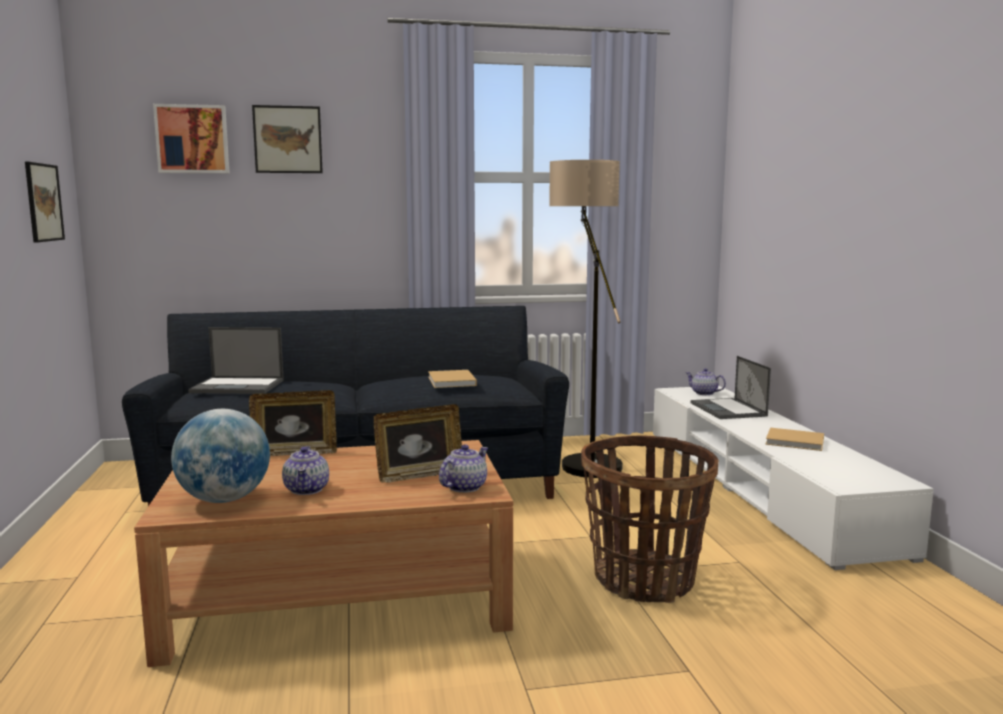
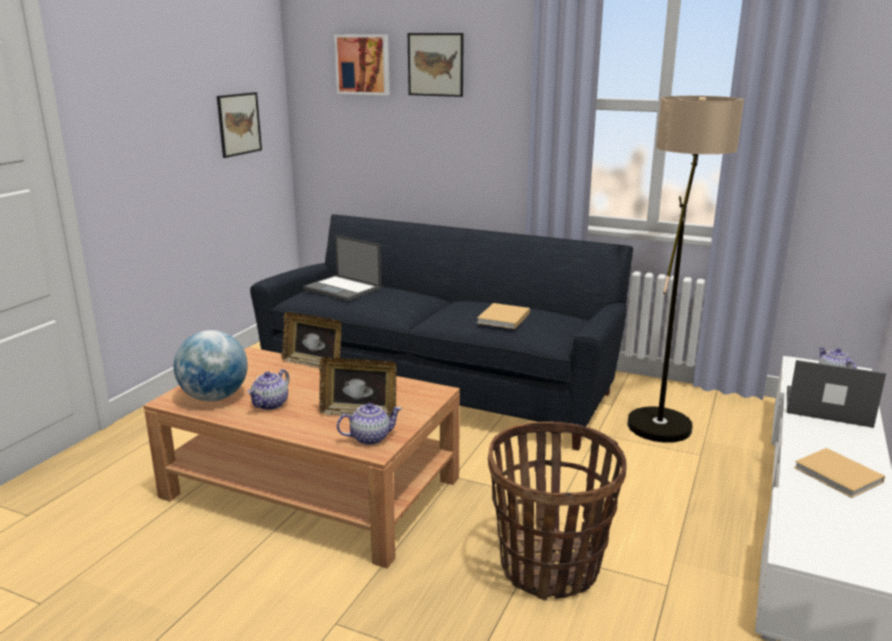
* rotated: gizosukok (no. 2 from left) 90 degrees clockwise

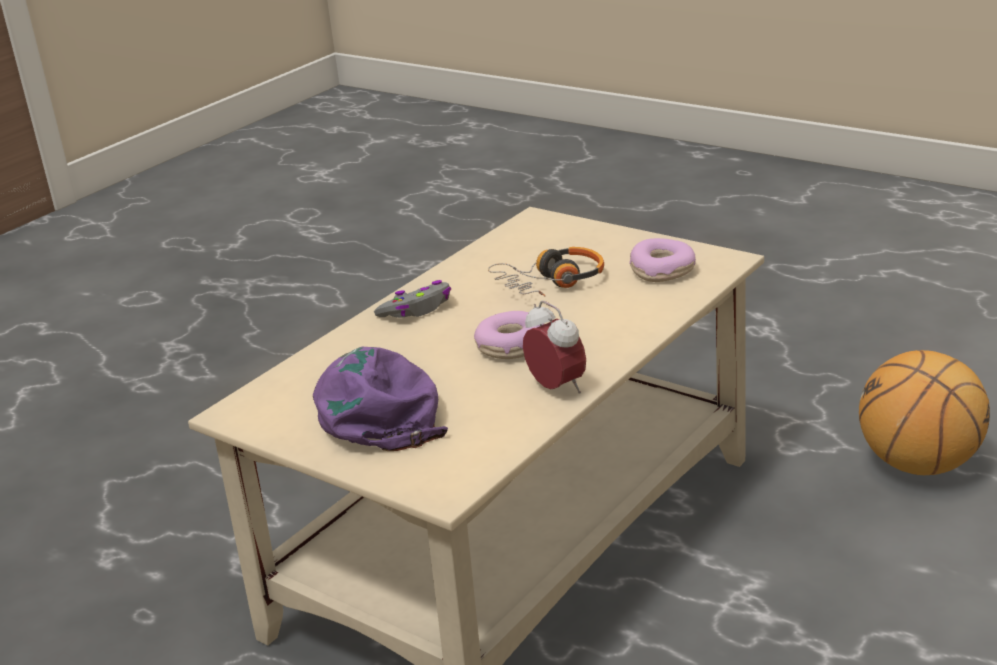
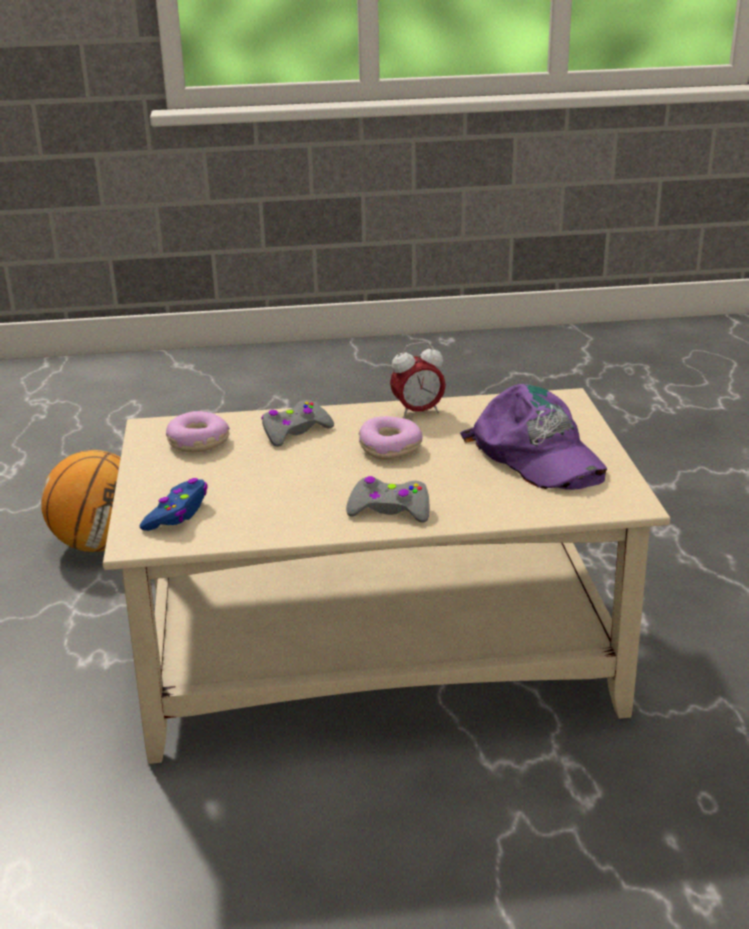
* gone: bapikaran
* rotated: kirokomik 120 degrees counterclockwise
* rotated: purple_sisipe 60 degrees counterclockwise
* new: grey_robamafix (no. 1 from left)
* new: blue_robamafix

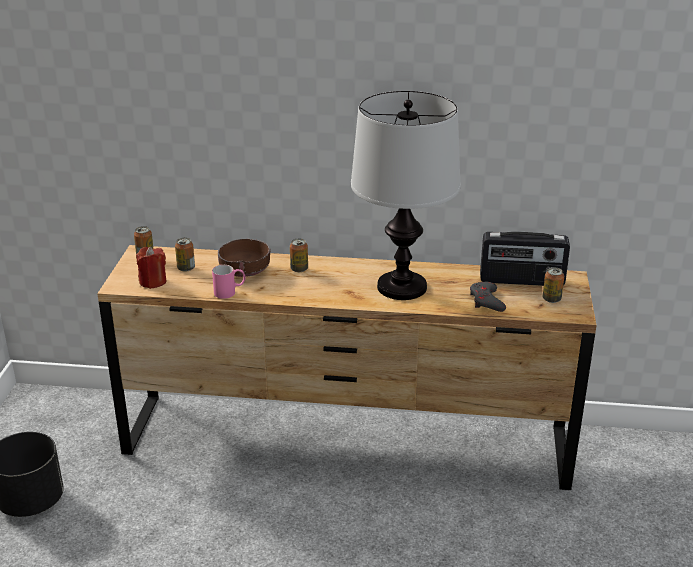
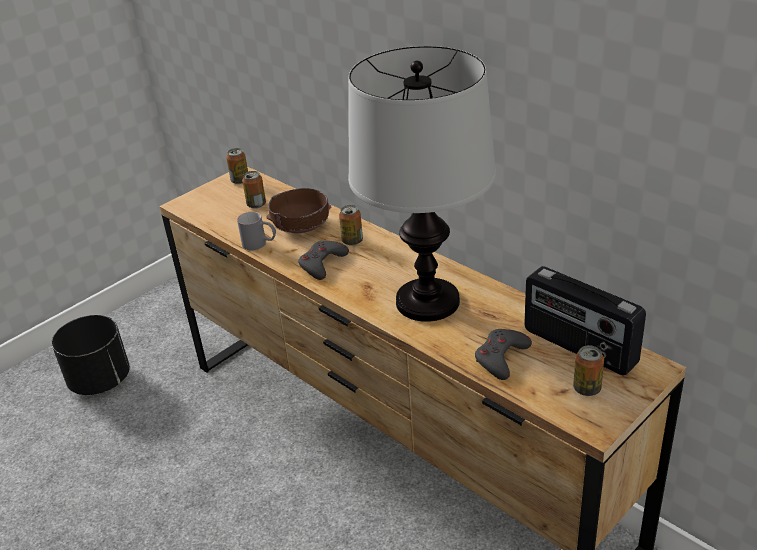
* gone: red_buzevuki
* repainted: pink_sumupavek to grey_sumupavek
* new: grey_robamafix (no. 1 from left)

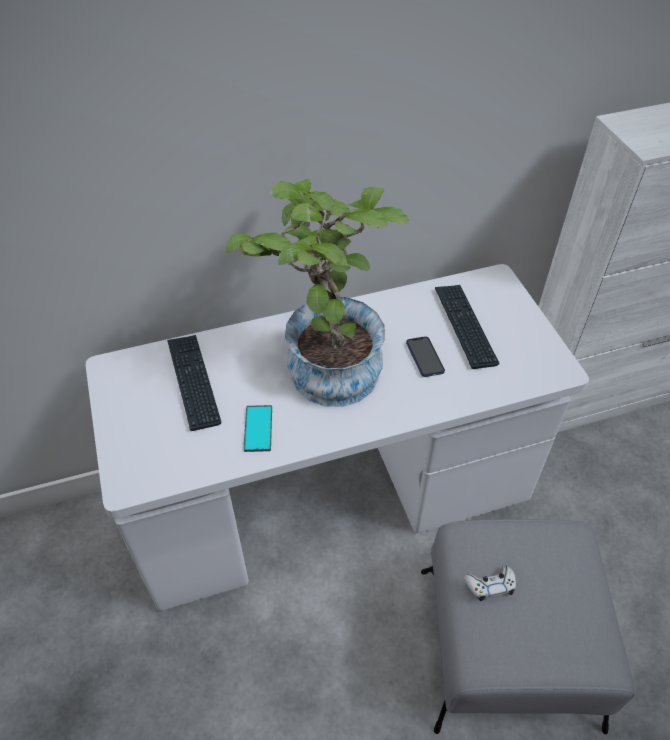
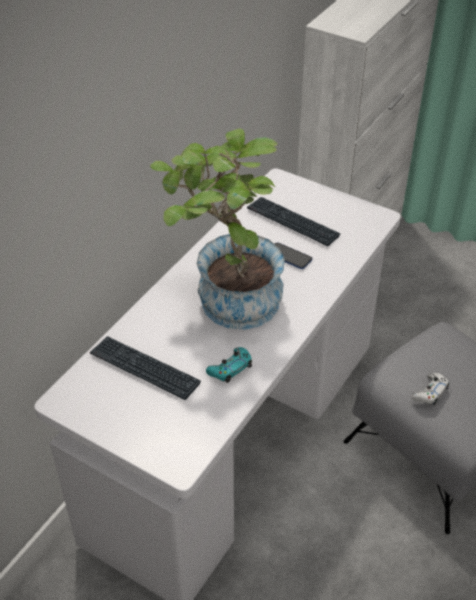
* swapped: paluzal (no. 1 from left) to turquoise_robamafix

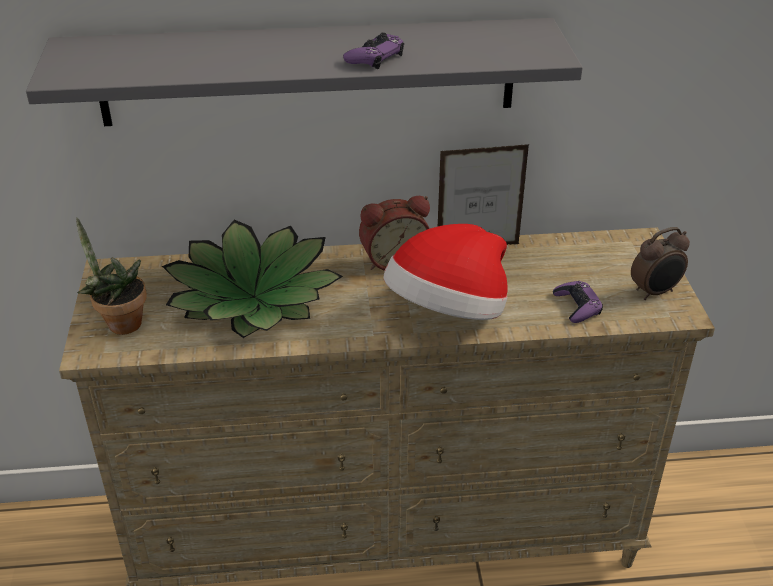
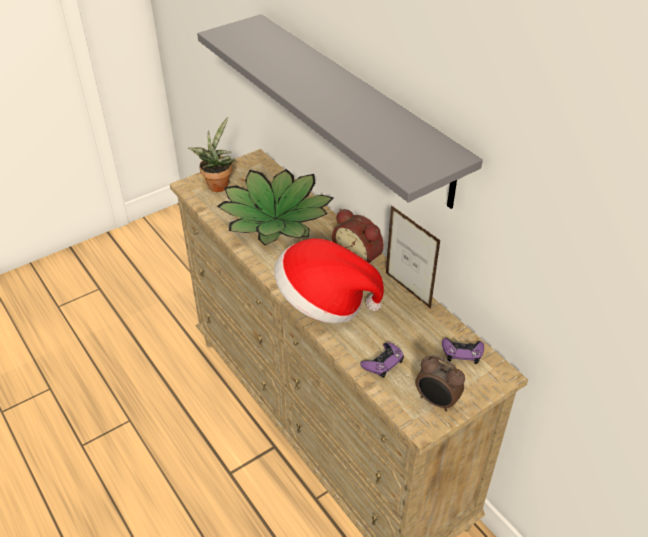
* shifted: purple_robamafix (no. 1 from left in the first image) to purple_robamafix (no. 2 from left)

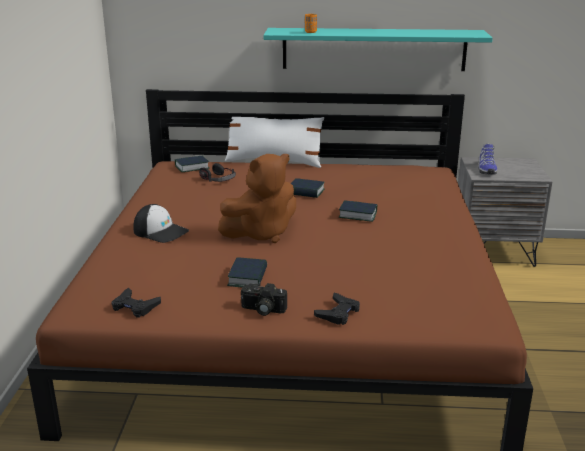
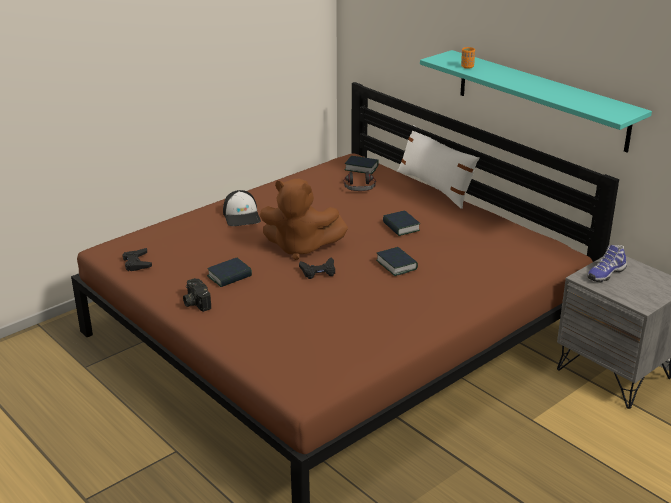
* shifted: black_robamafix (no. 2 from left)

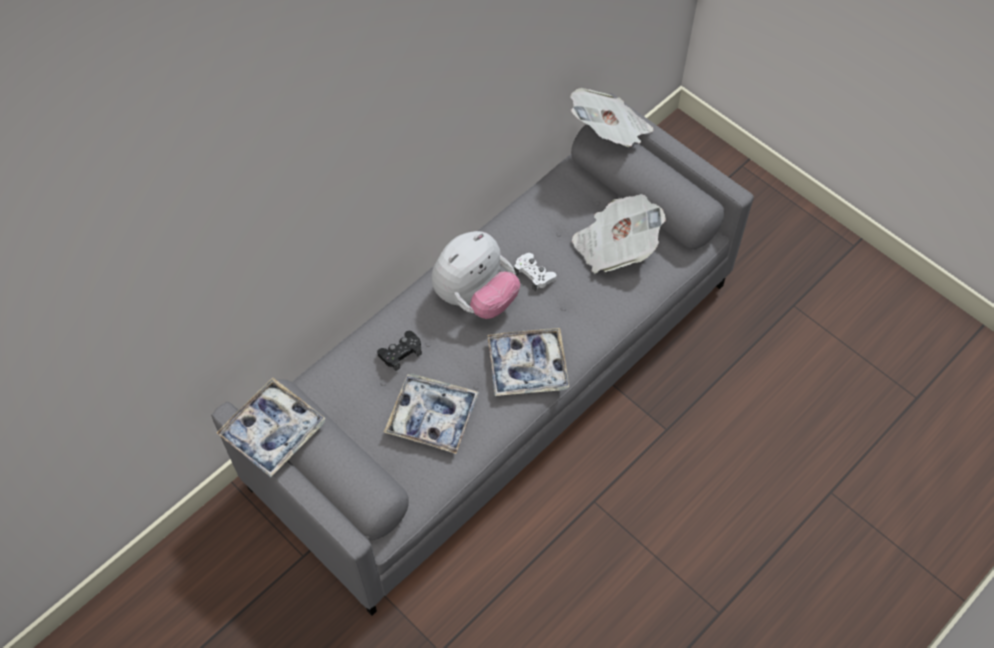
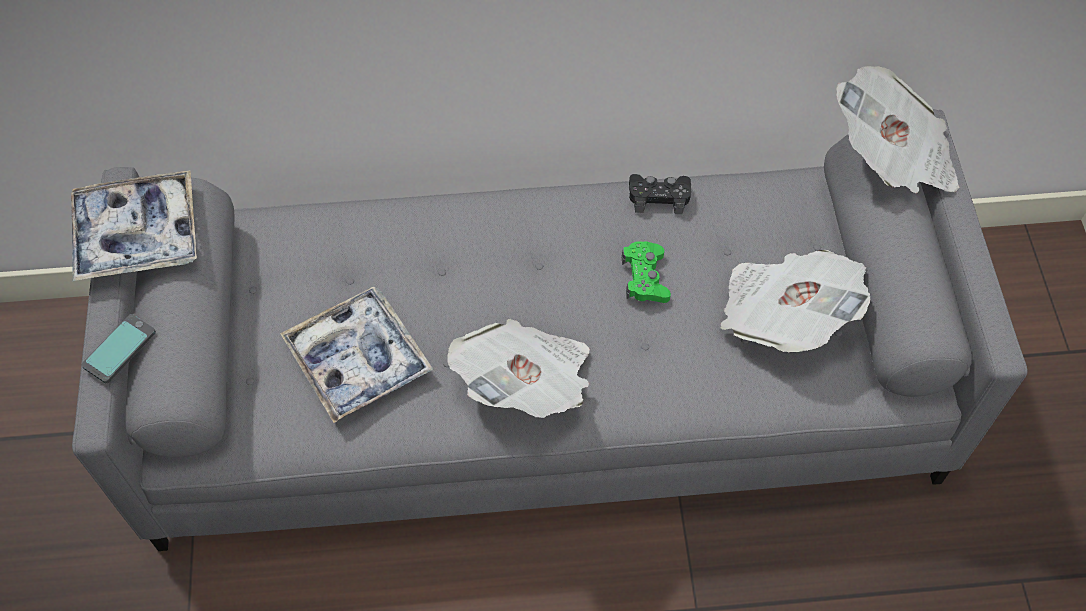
* gone: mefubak
* repainted: white_robamafix to green_robamafix
* swapped: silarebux (no. 3 from left) to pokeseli (no. 1 from left)
* shifted: black_robamafix
* new: paluzal

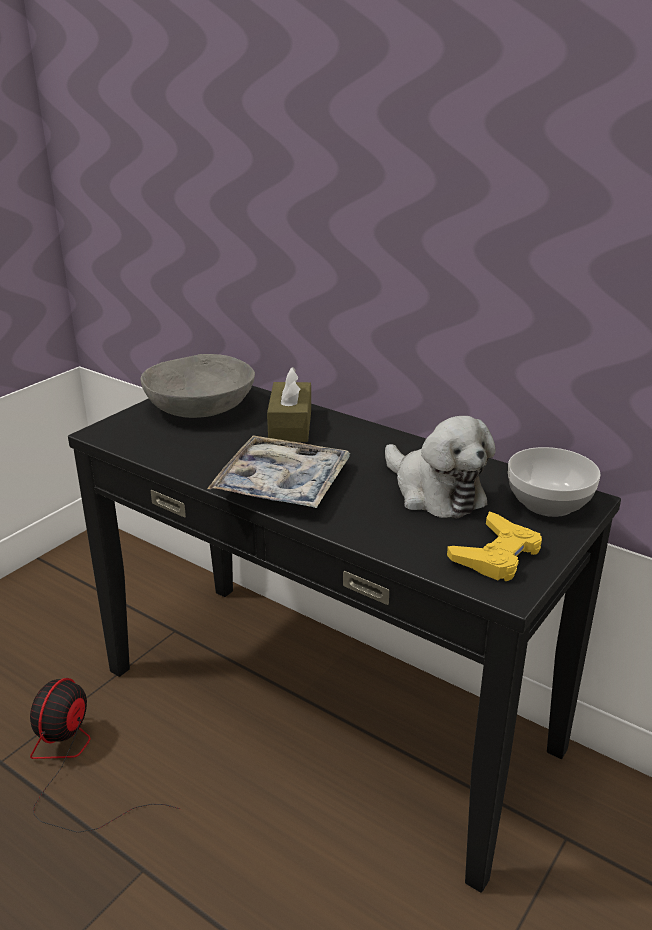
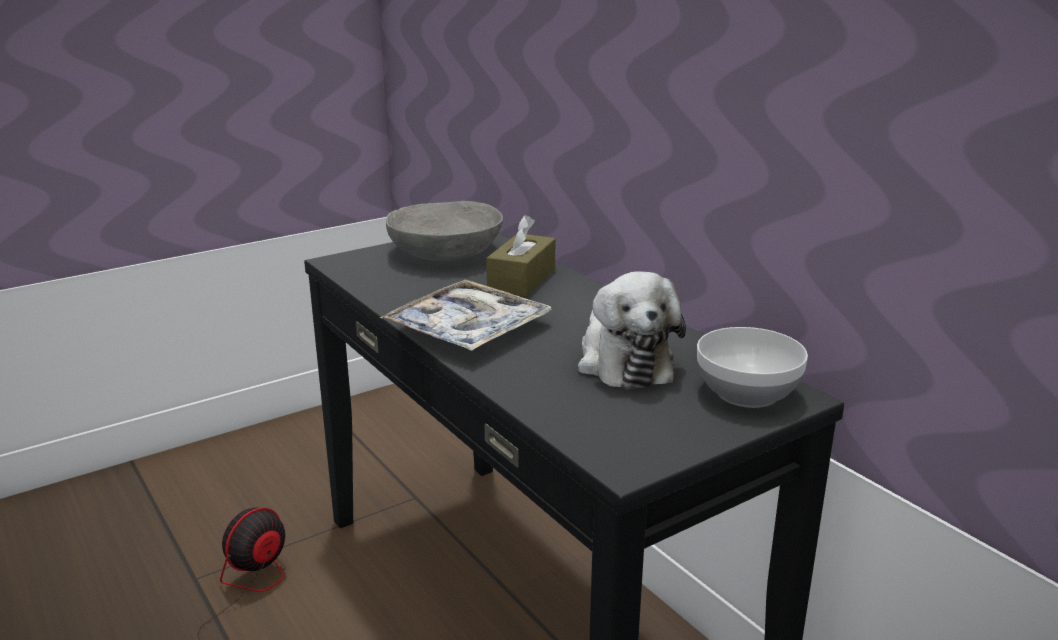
* gone: yellow_robamafix

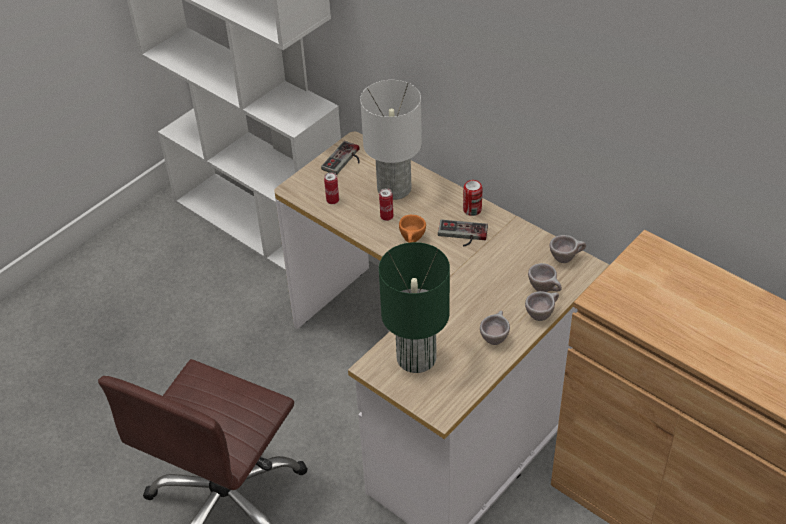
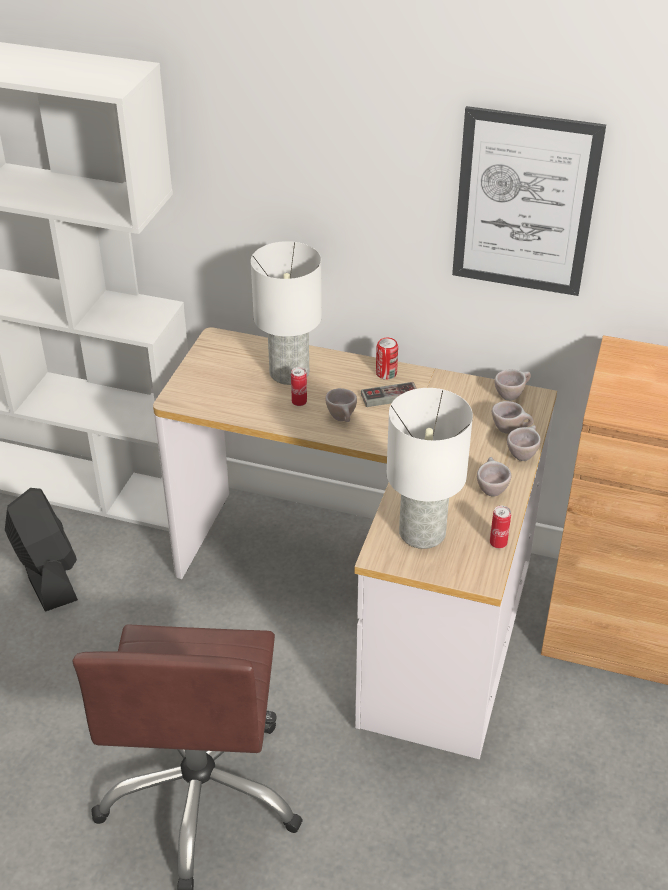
* gone: robamafix (no. 1 from left)
* shifted: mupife (no. 1 from left in the first image) to mupife (no. 3 from left)
* repainted: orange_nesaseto to beige_nesaseto (no. 1 from left)
* repainted: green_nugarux to white_nugarux (no. 2 from left)
* new: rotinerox
* new: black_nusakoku

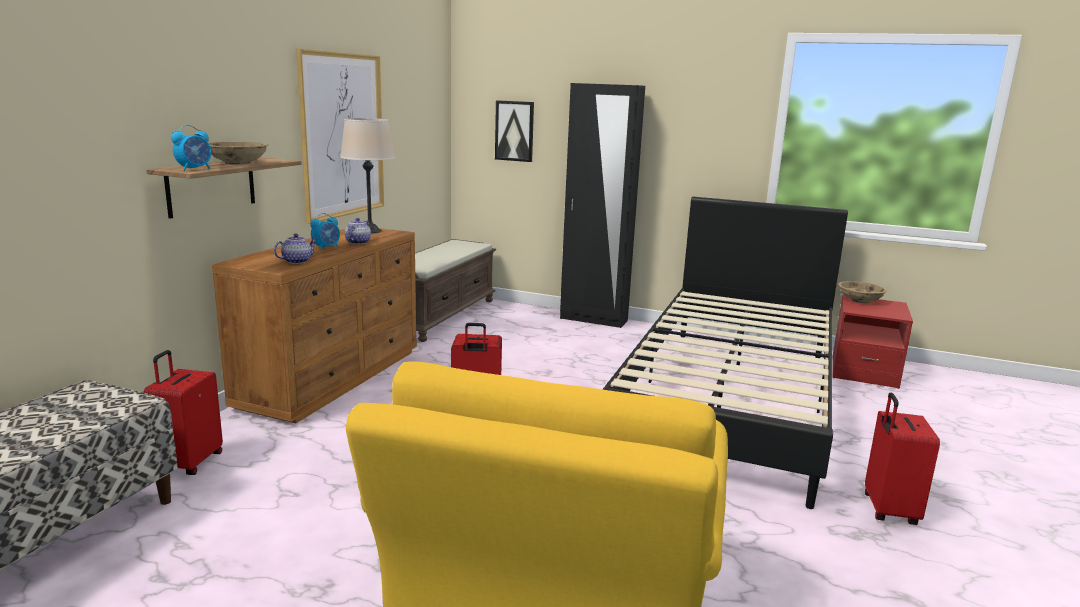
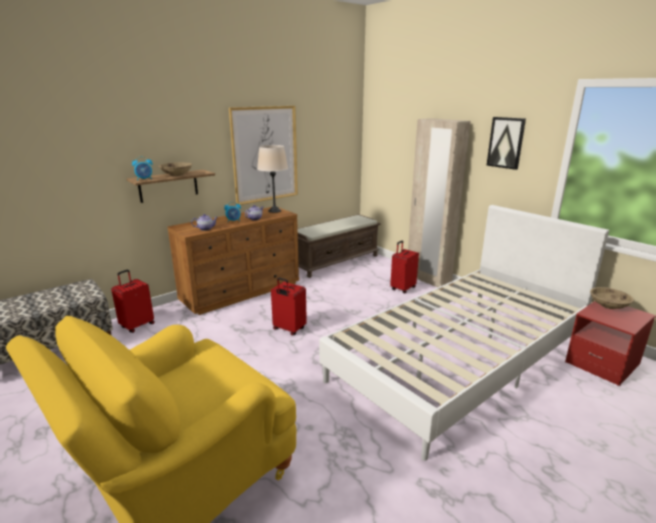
* repainted: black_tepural to beige_tepural
* shifted: rotinerox (no. 2 from left)
* repainted: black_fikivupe to white_fikivupe
* shifted: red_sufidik (no. 3 from left)

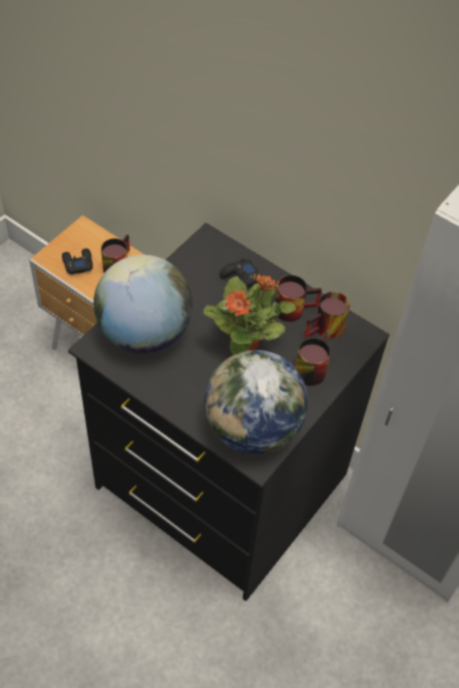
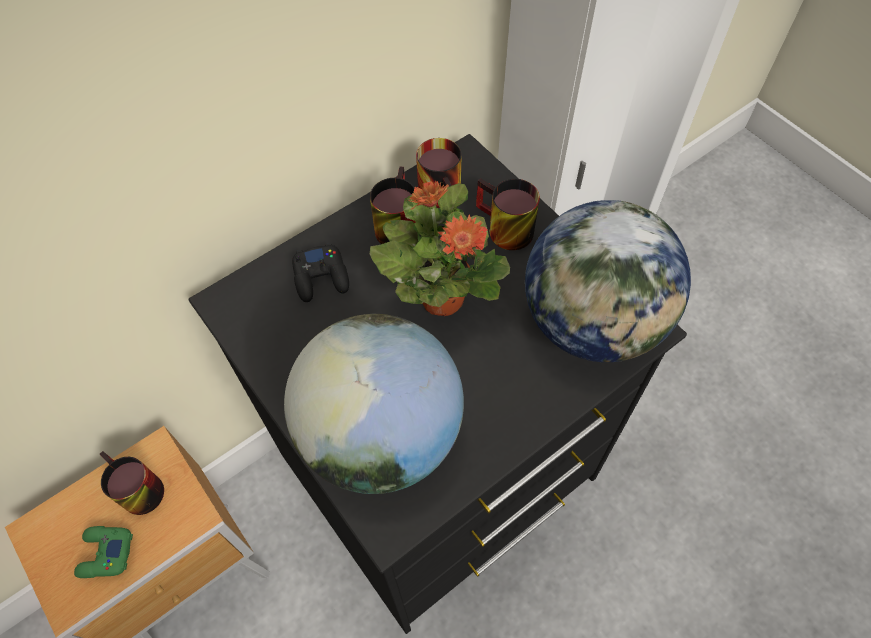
* repainted: black_robamafix (no. 1 from left) to green_robamafix

